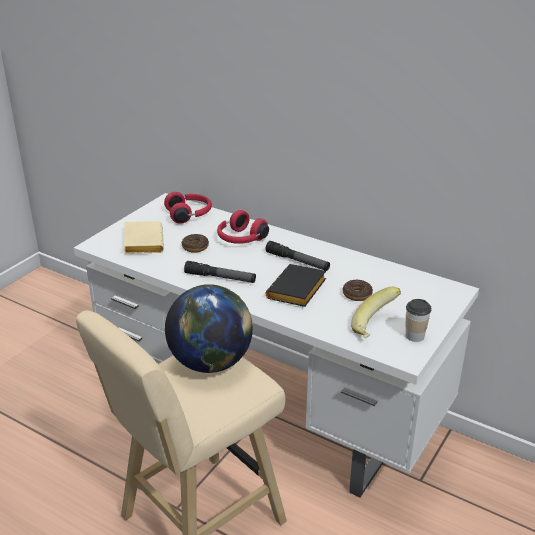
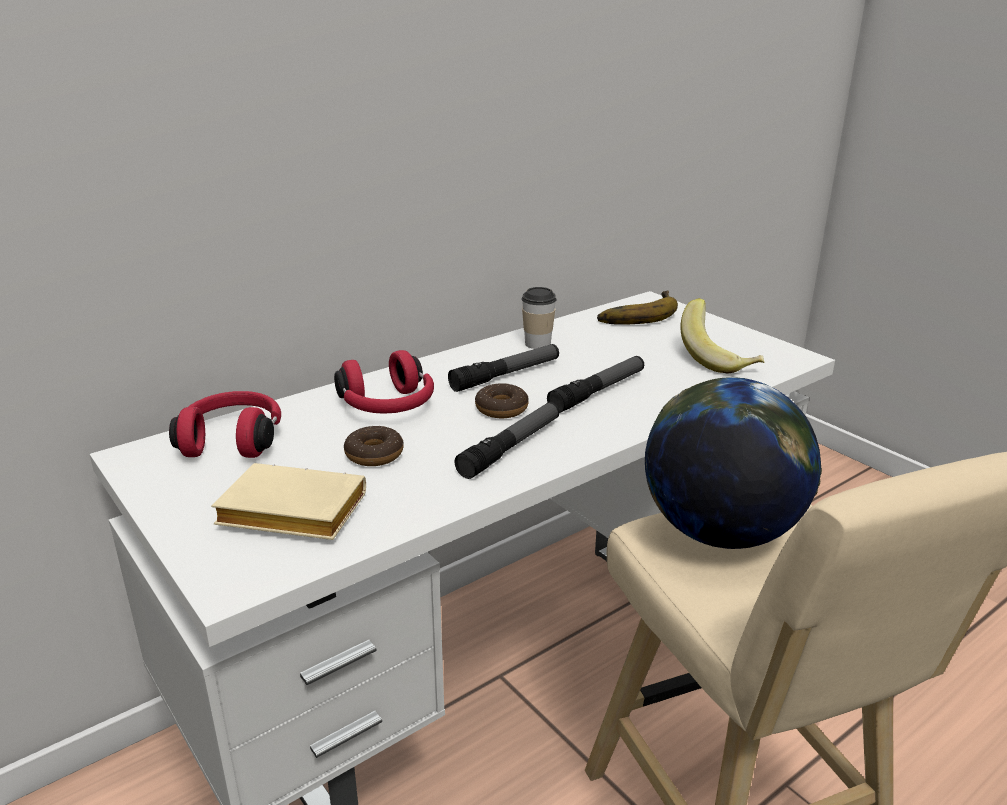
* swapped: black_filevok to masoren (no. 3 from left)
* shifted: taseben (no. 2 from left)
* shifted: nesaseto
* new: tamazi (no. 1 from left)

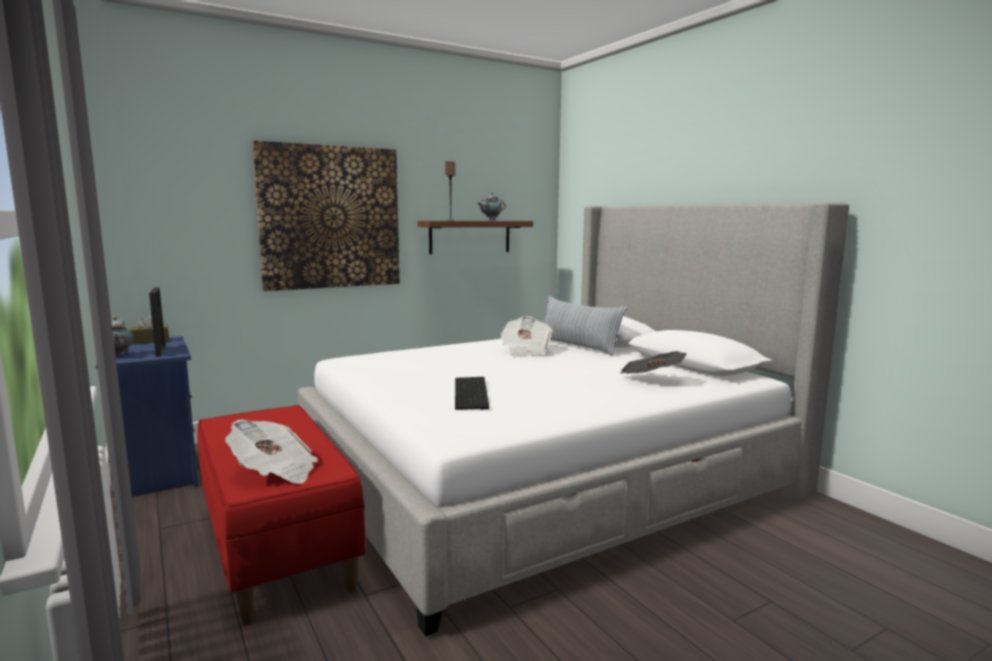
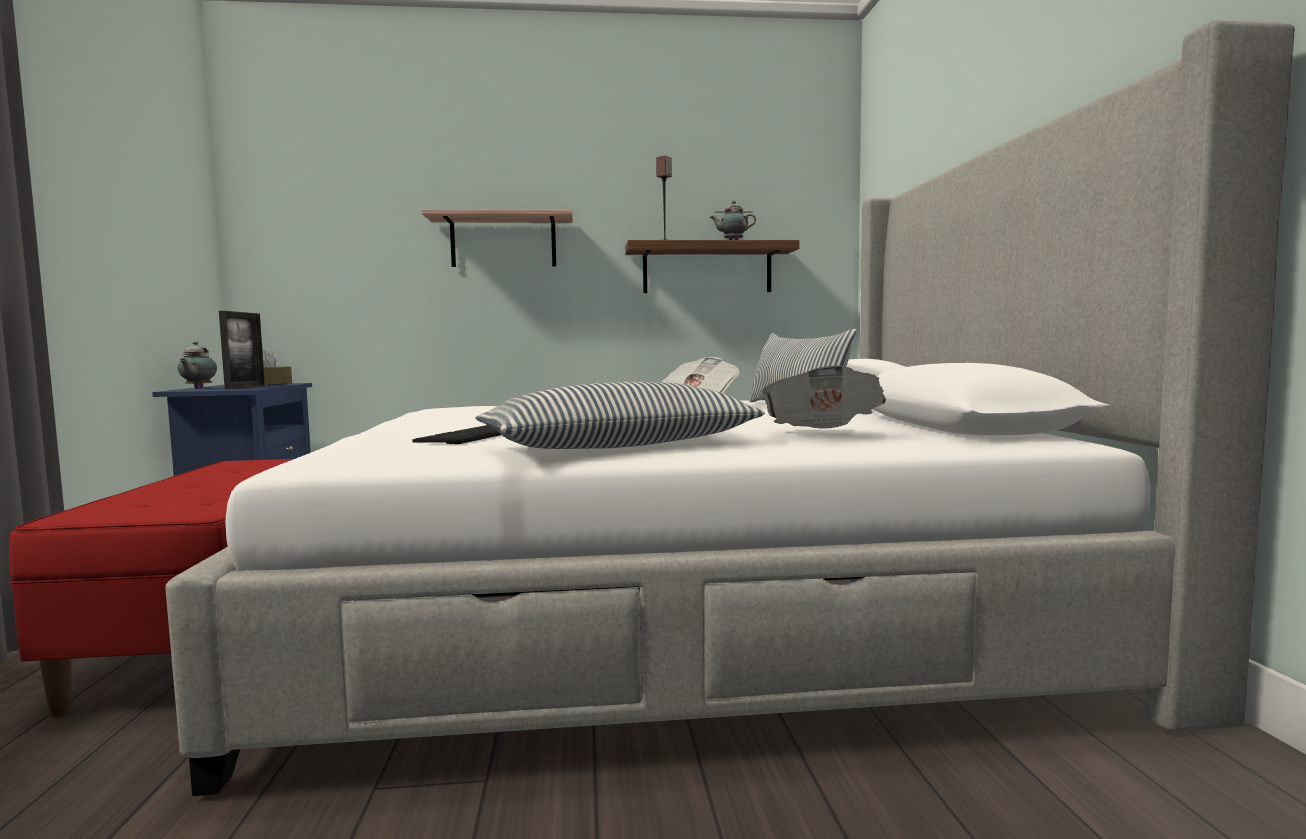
* swapped: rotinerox to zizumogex (no. 1 from left)
* gone: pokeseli (no. 1 from left)
* new: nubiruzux (no. 1 from left)

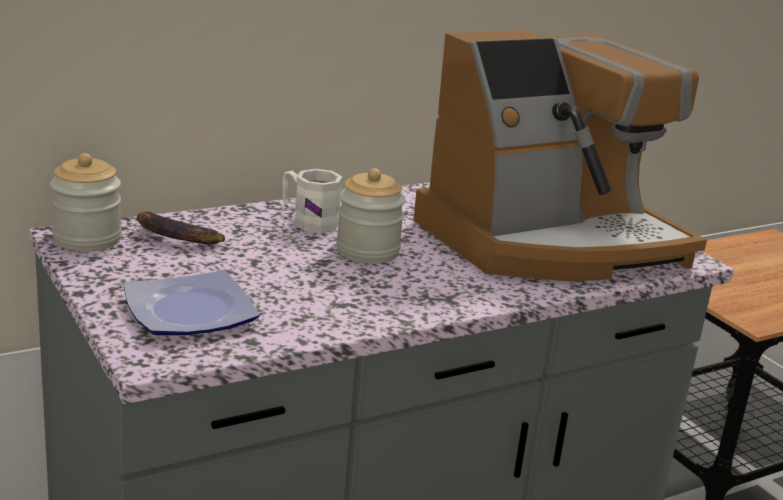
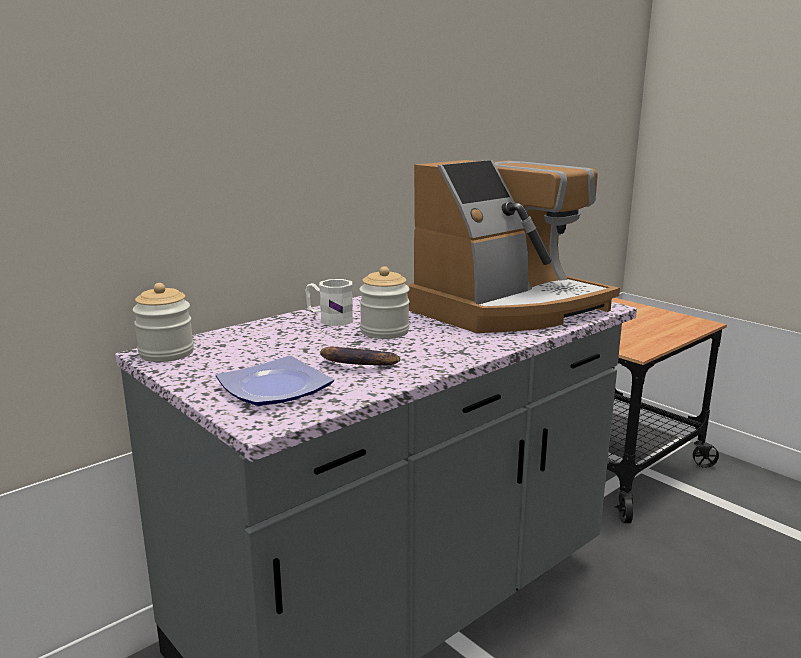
* shifted: tamazi

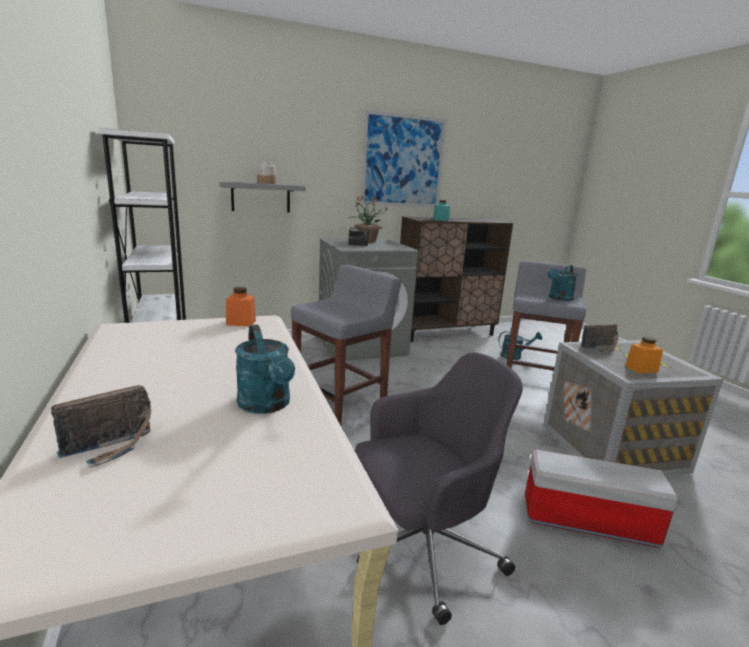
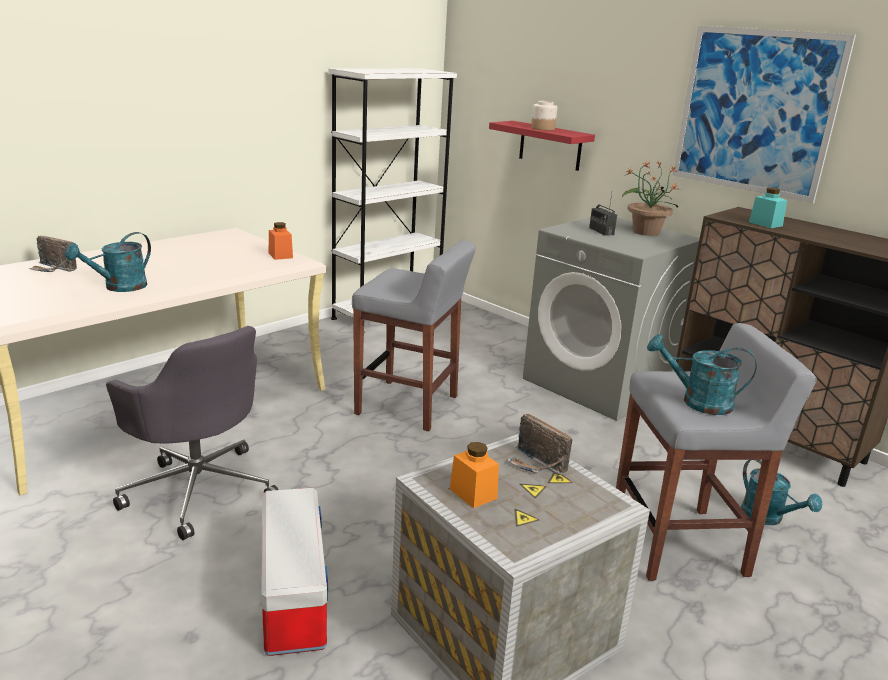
* repainted: grey_zizumogex to red_zizumogex

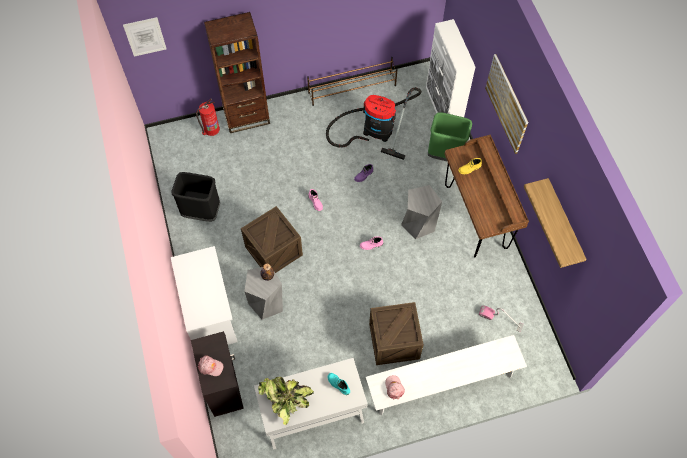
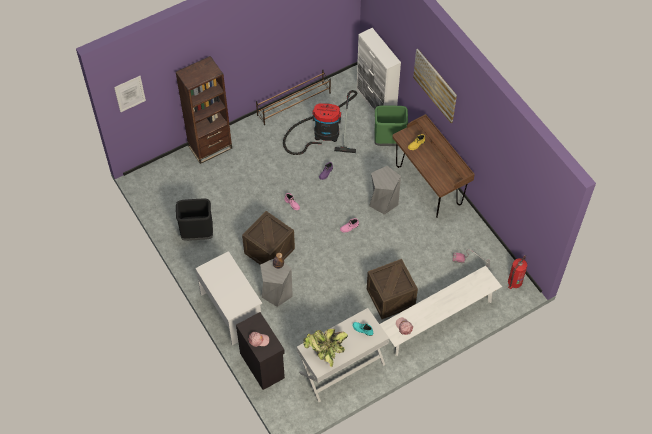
* shifted: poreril
* gone: zizumogex

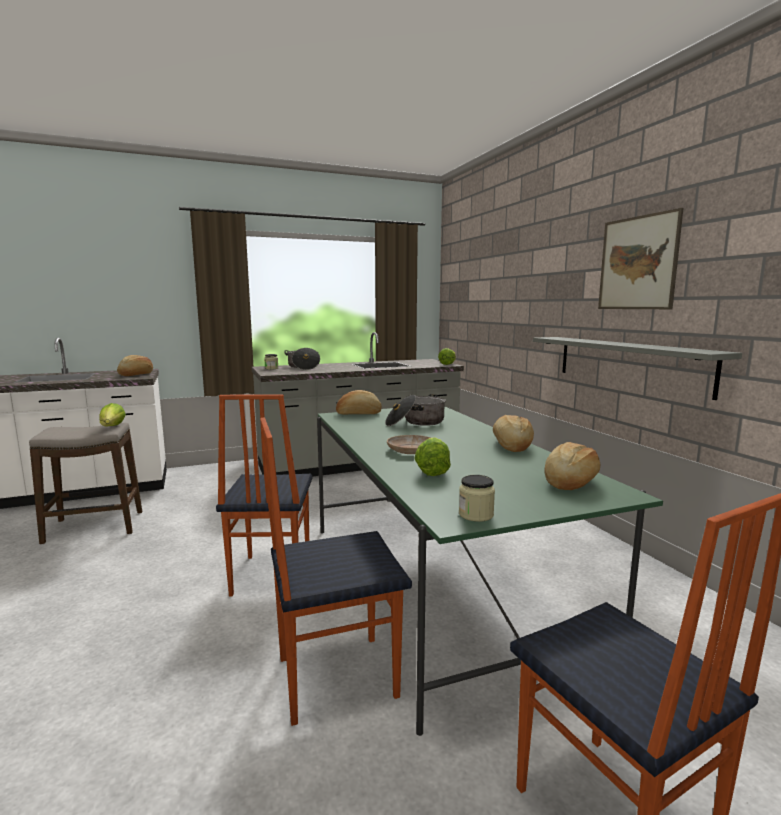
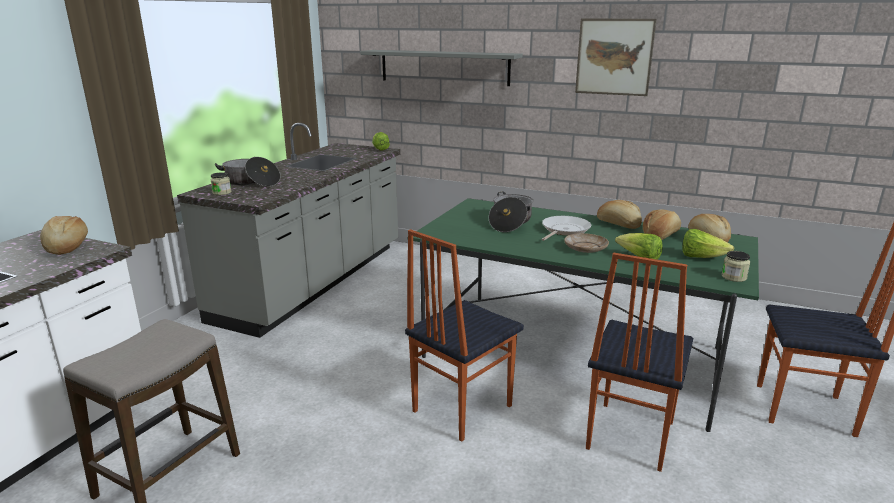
* shifted: grey_zizumogex
* shifted: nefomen (no. 2 from left in the first image) to nefomen (no. 3 from left)
* rotated: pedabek (no. 1 from left) 90 degrees clockwise
* shifted: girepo (no. 1 from left in the first image) to girepo (no. 3 from left)
* new: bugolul

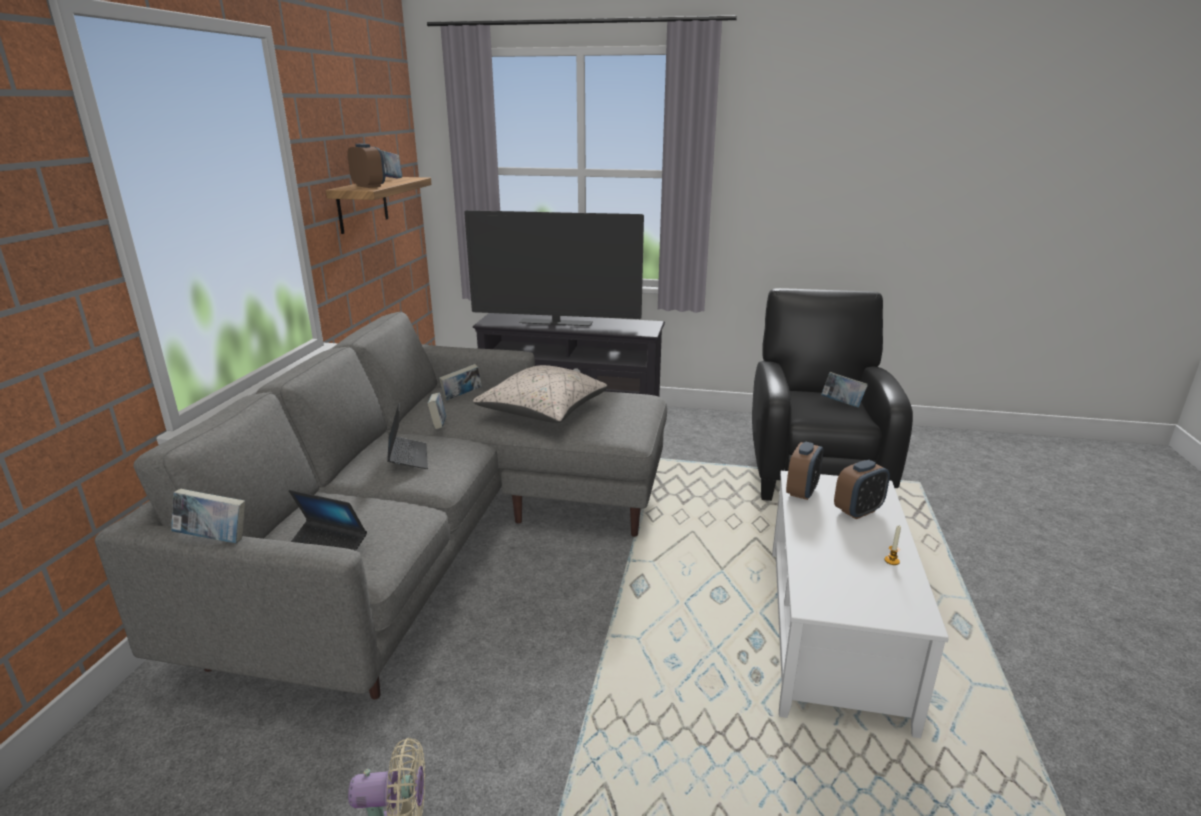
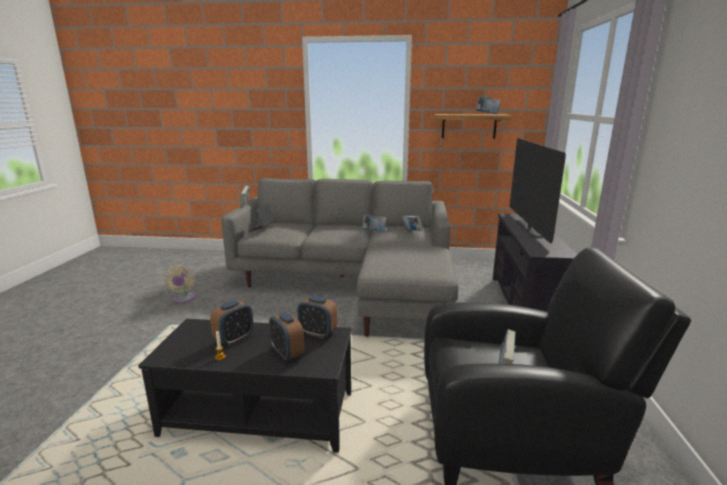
* shifted: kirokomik (no. 1 from left)
* gone: beige_nubiruzux
* gone: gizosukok (no. 2 from left)
* repainted: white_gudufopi to black_gudufopi

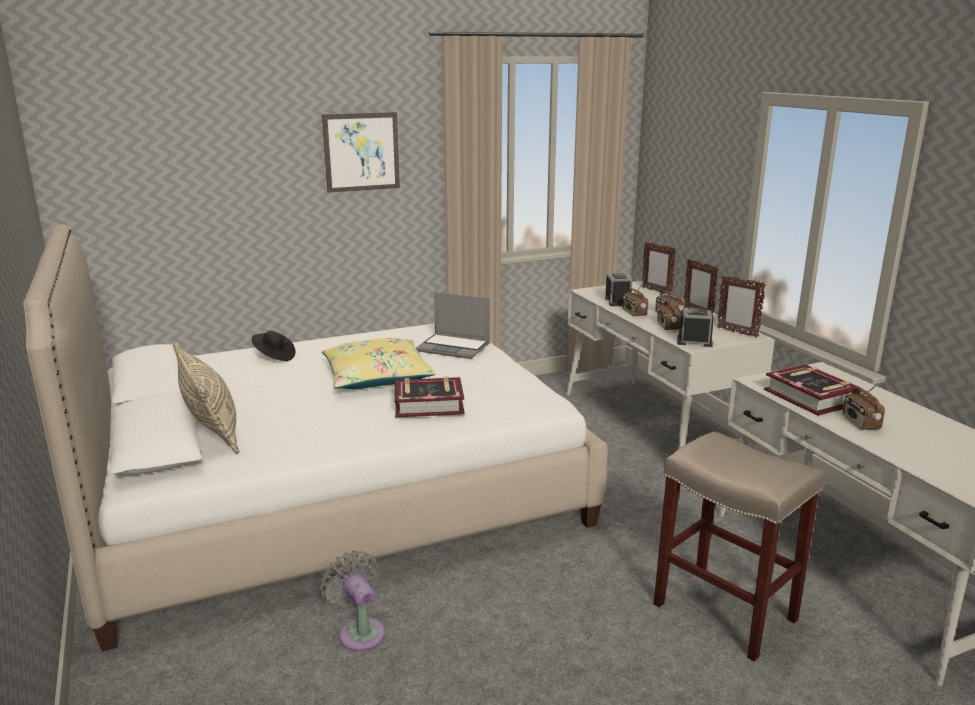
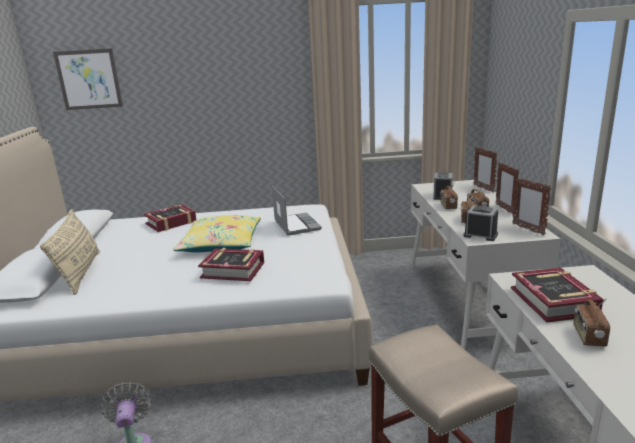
* shifted: rotinerox
* rotated: gizosukok 150 degrees counterclockwise
* swapped: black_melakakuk to filevok (no. 1 from left)

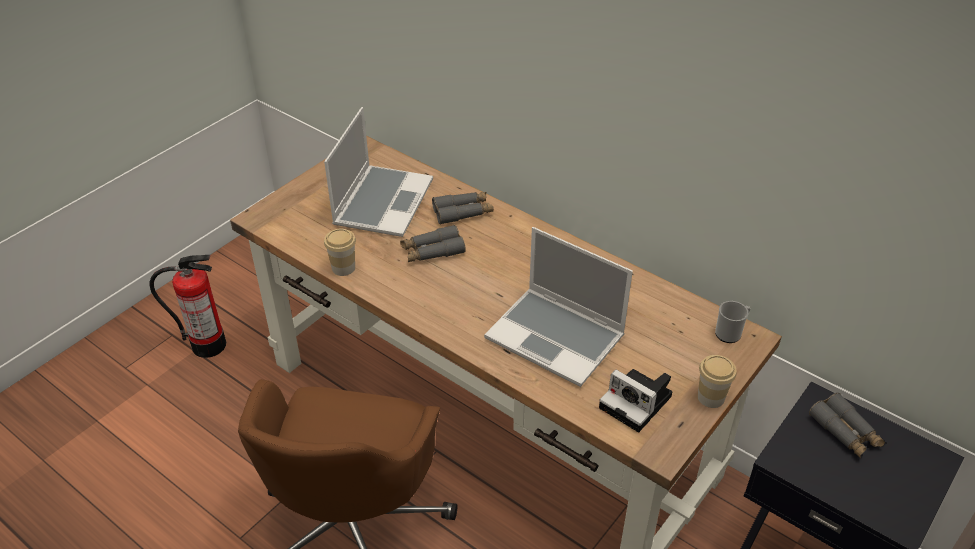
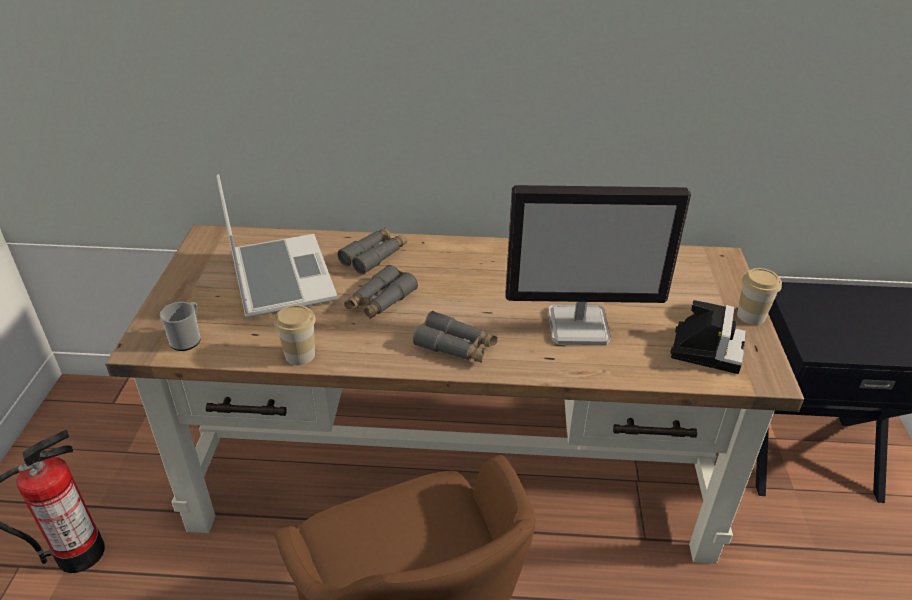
* swapped: gizosukok (no. 2 from left) to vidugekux
* shifted: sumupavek
* rotated: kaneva 75 degrees counterclockwise
* shifted: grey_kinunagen (no. 3 from left)

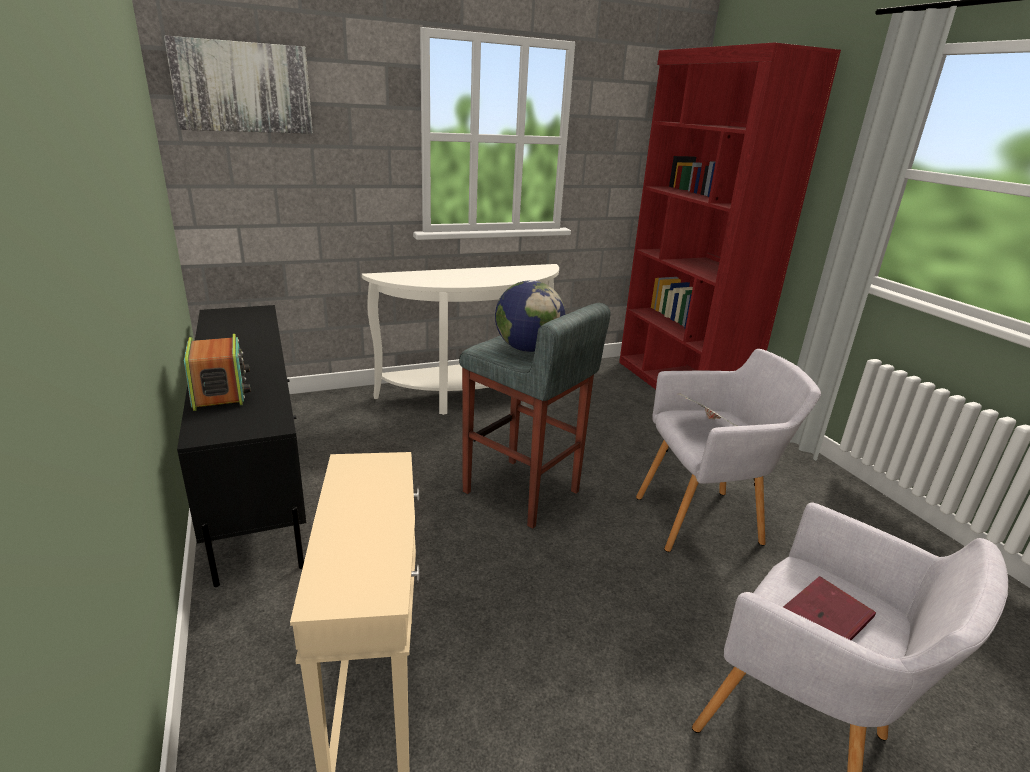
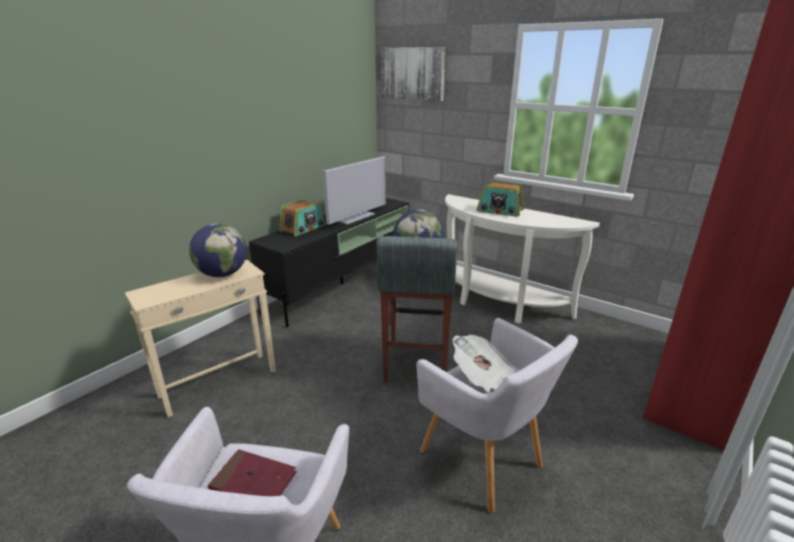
* new: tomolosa
* new: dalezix (no. 2 from left)
* new: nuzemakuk (no. 1 from left)

